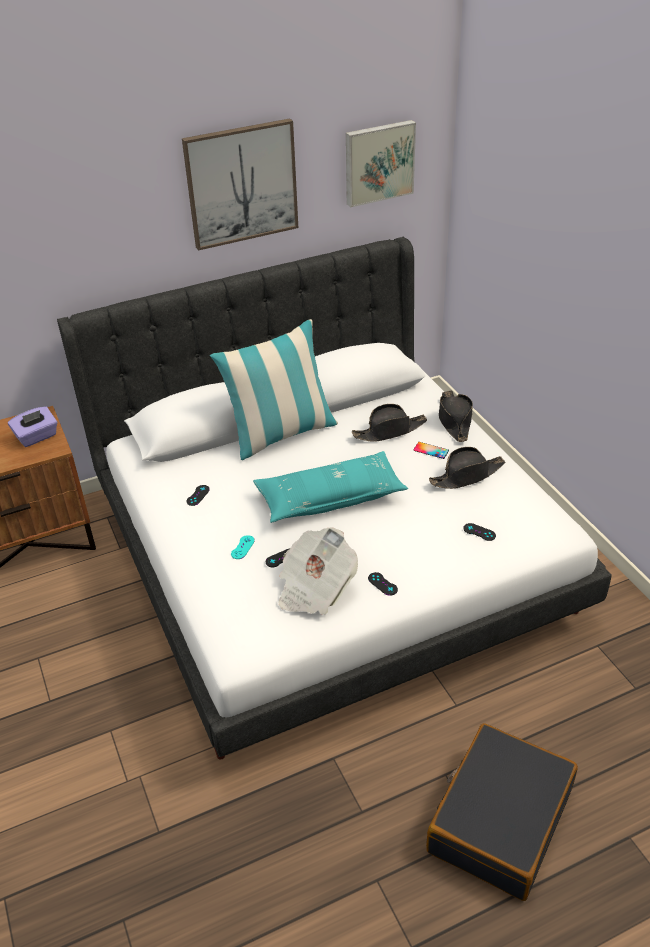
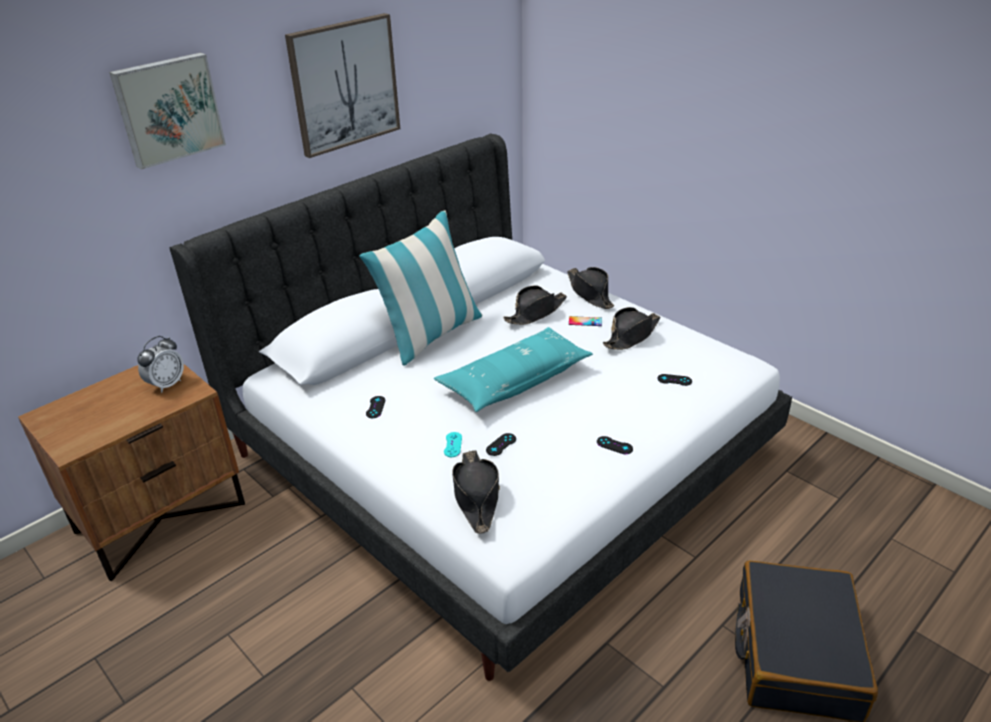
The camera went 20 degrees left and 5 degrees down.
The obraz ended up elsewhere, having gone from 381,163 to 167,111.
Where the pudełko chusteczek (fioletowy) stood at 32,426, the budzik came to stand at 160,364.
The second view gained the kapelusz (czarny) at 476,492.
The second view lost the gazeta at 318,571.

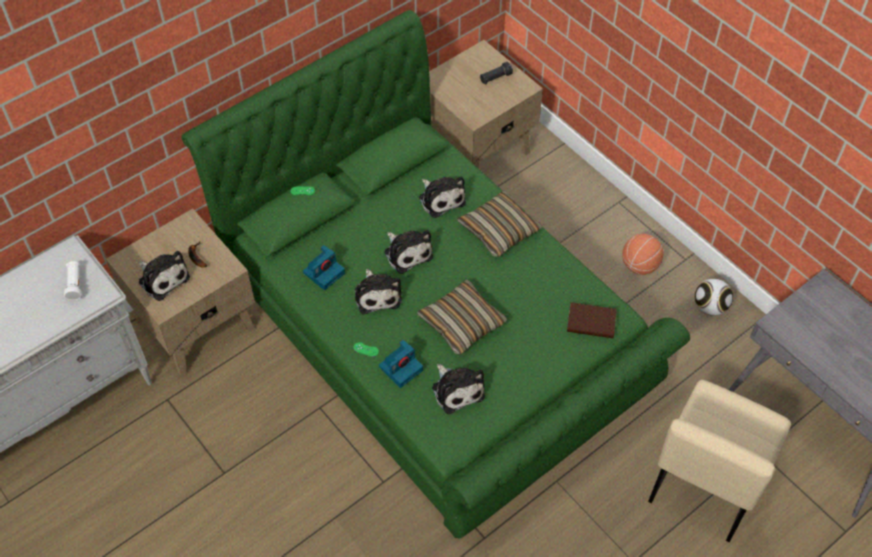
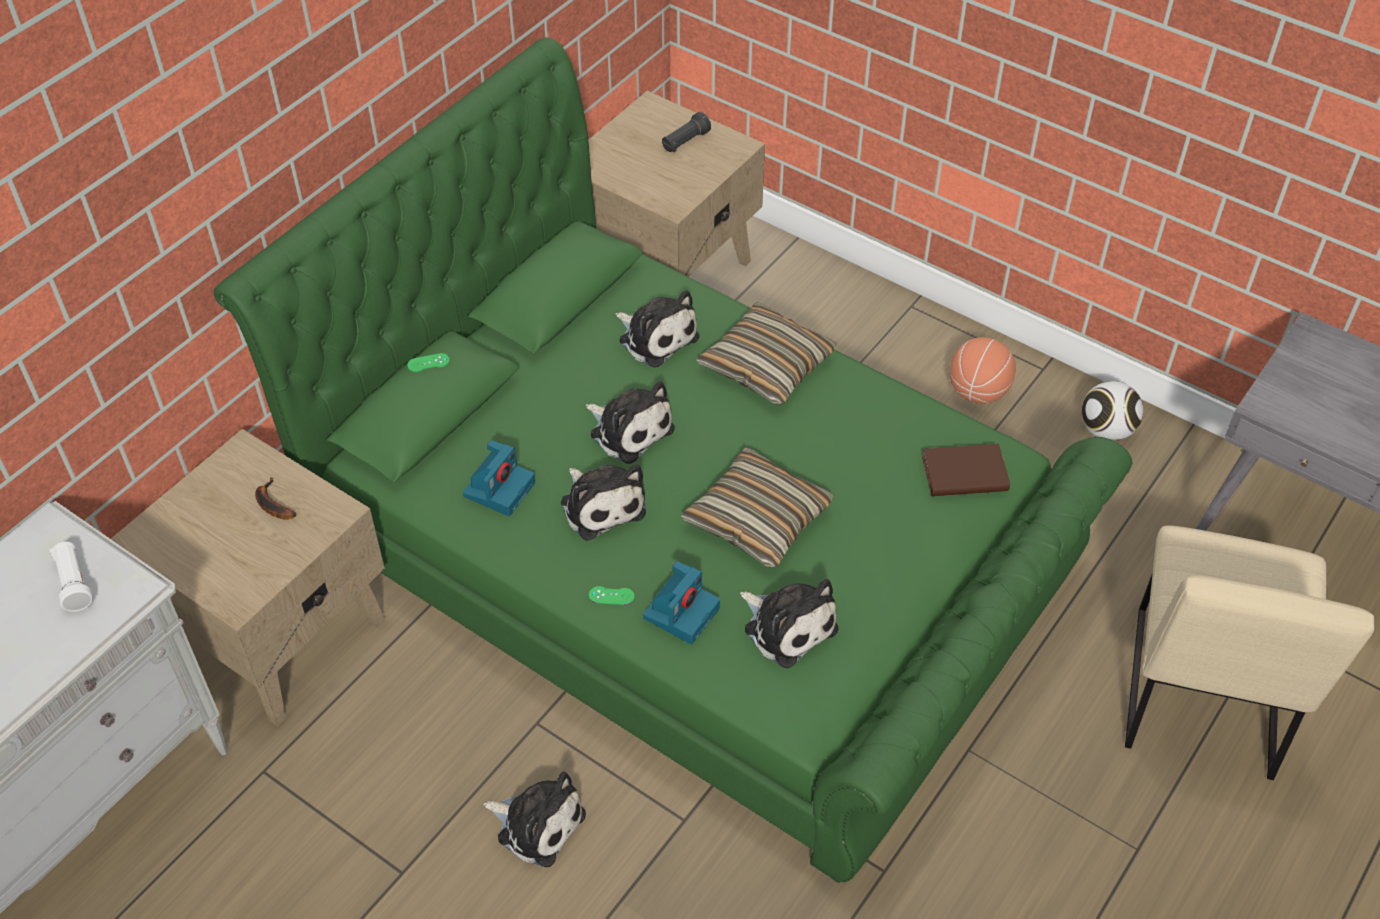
The camera went 15 degrees left and 5 degrees down.
The pluszak ended up elsewhere, having gone from 164,276 to 534,819.

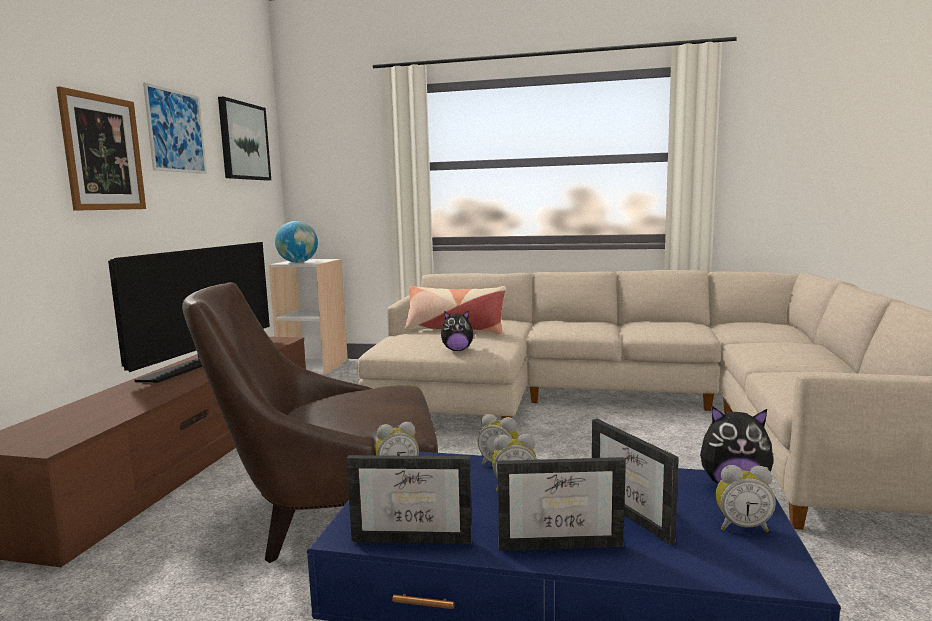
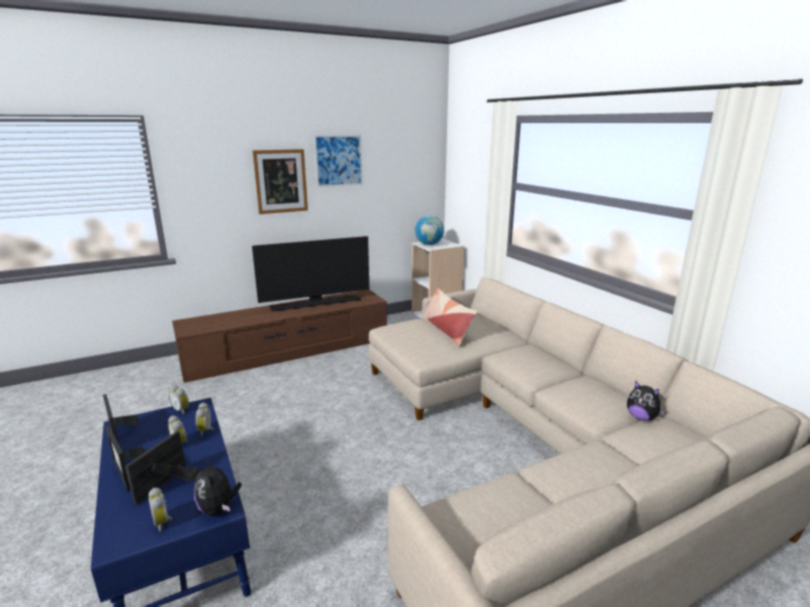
The camera went 50 degrees right and 10 degrees up.
The pluszak ended up elsewhere, having gone from 458,330 to 646,401.
The second view lost the fotel (brązowy) at 310,422.
The second view lost the obraz at 244,138.

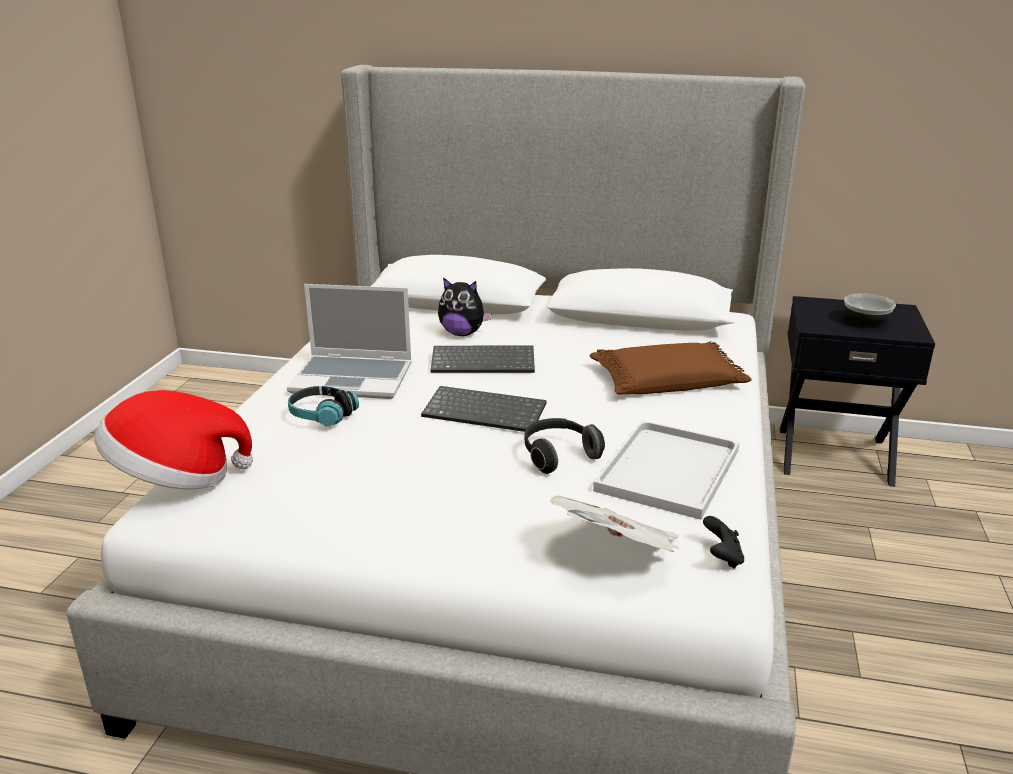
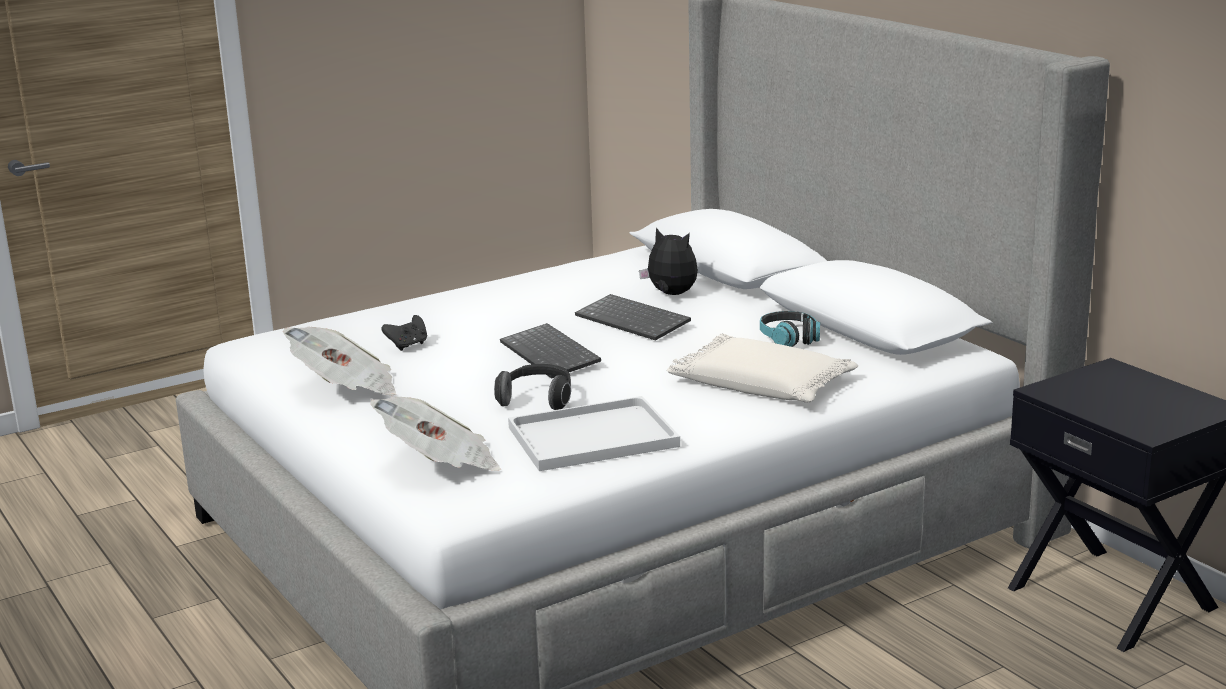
The camera went 45 degrees right and 5 degrees down.
The second view gained the gazeta at 339,361.
The pad do gier (czarny) ended up elsewhere, having gone from 723,542 to 404,333.
The pluszak at 464,306 ended up facing another way, 150 degrees clockwise from before.
What was the poduszka (brązowy) at 670,367 turned into the poduszka (biały) at 762,368.
The słuchawki ended up elsewhere, having gone from 323,406 to 790,329.
The second view lost the kapelusz at 174,439.
The second view lost the laptop at 349,341.
The second view lost the miska at 870,309.

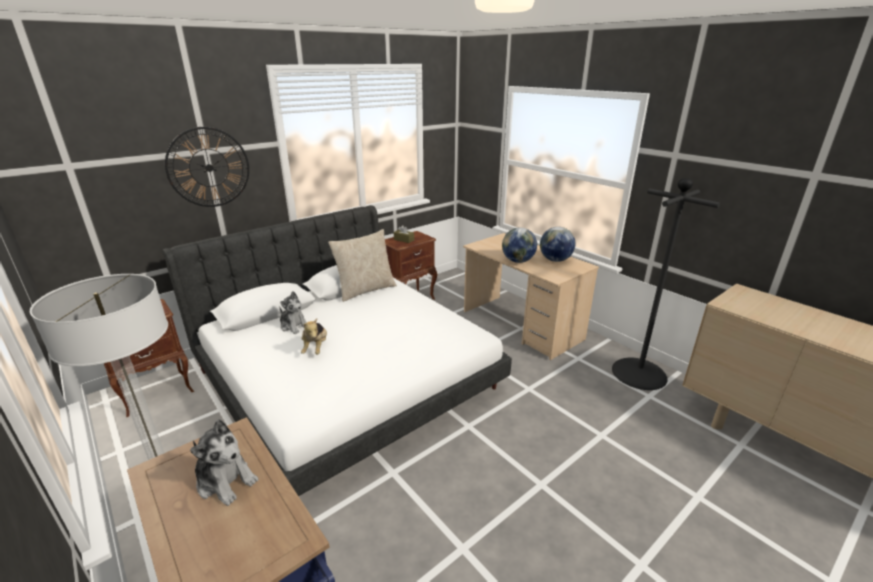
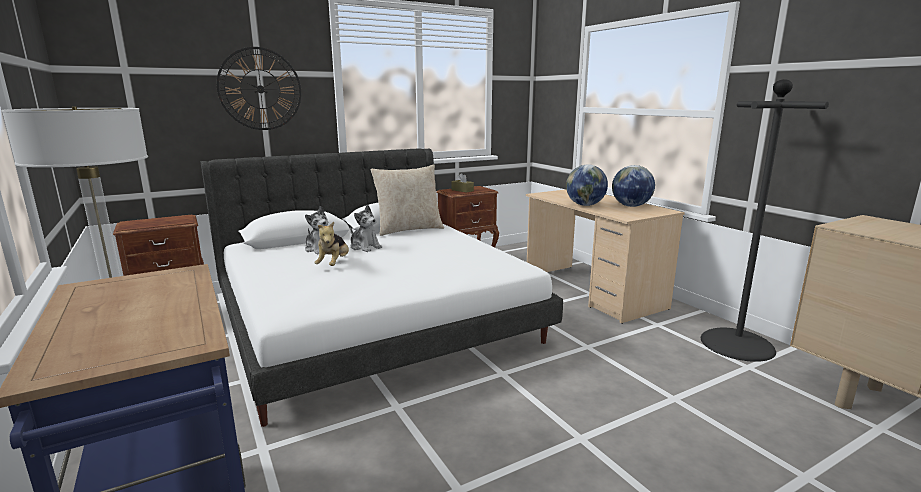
The camera went 10 degrees right and 10 degrees down.
The pluszak ended up elsewhere, having gone from 224,462 to 366,228.

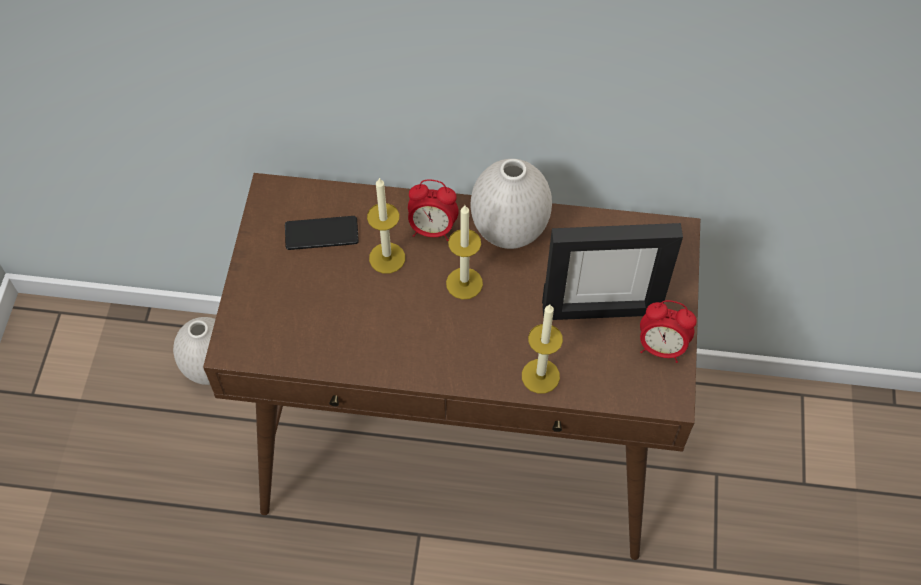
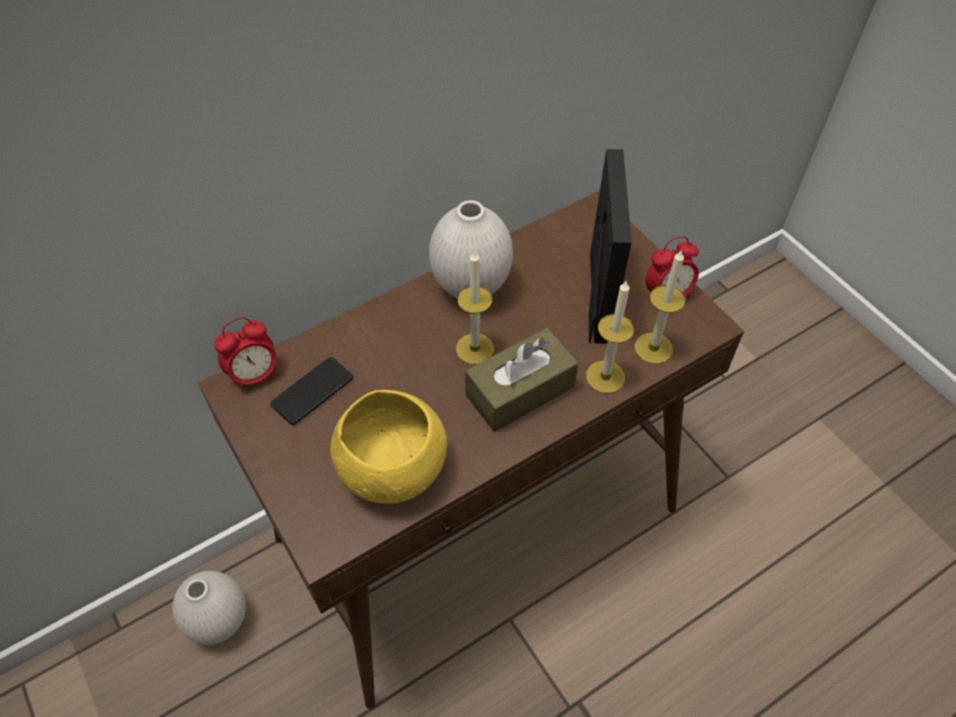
The camera went 40 degrees left and 5 degrees down.
The budzik ended up elsewhere, having gone from 433,210 to 246,355.
The second view gained the miska (żółty) at 388,447.
The second view gained the pudełko chusteczek (brązowy) at 522,380.
The ramka na zdjęcie at 612,271 ended up facing another way, 45 degrees counterclockwise from before.
The świeca ended up elsewhere, having gone from 386,225 to 659,306.

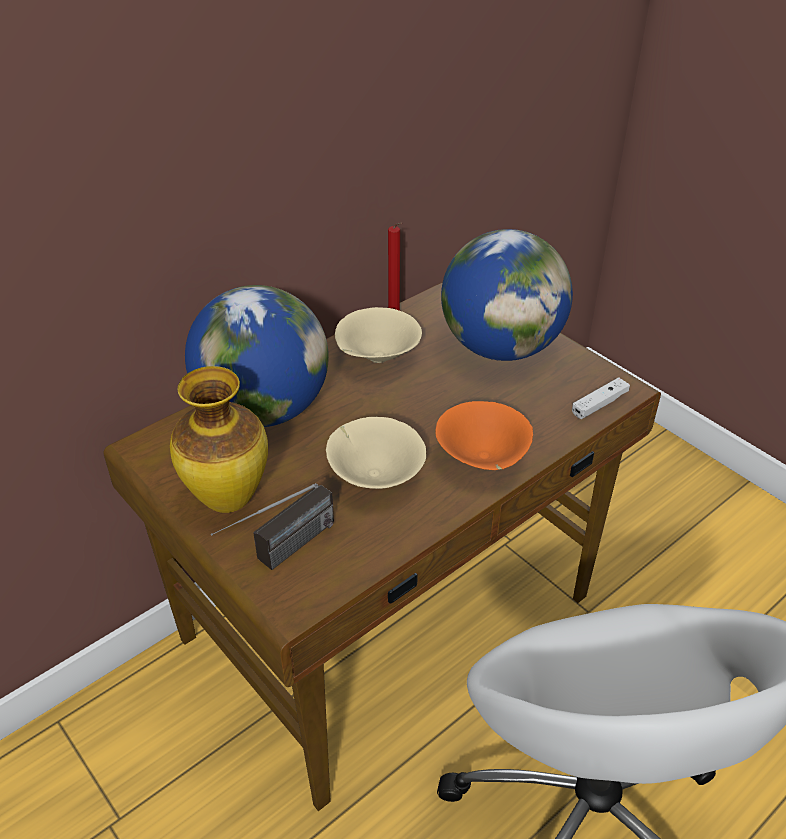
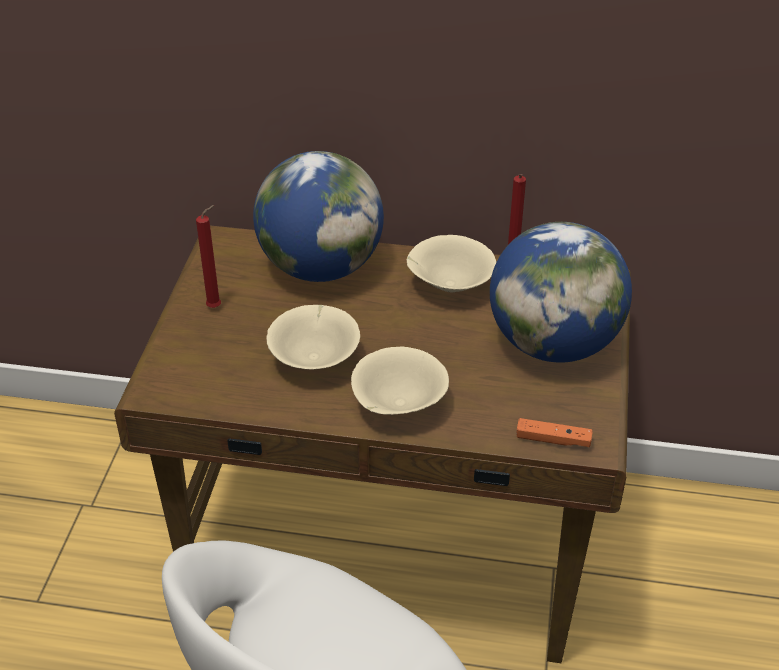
The camera went 50 degrees right and 0 degrees up.
Where the wazon stood at 219,439, the świeca (czerwony) came to stand at 208,256.
What was the miska (pomarańczowy) at 484,435 turned into the miska (beżowy) at 400,381.
What was the pad do gier (biały) at 601,398 turned into the pad do gier (pomarańczowy) at 555,432.
The second view lost the radio at 272,526.

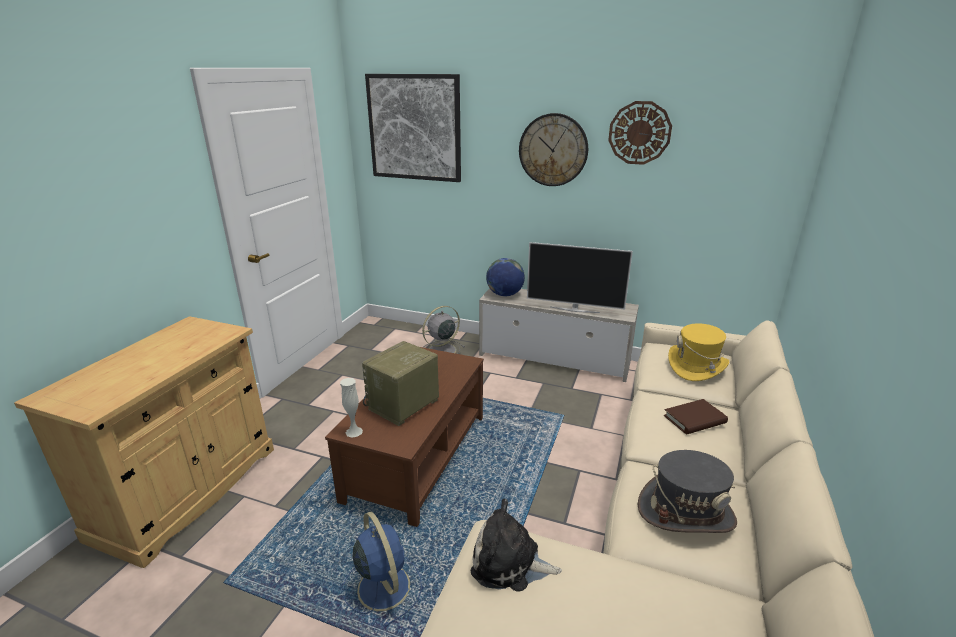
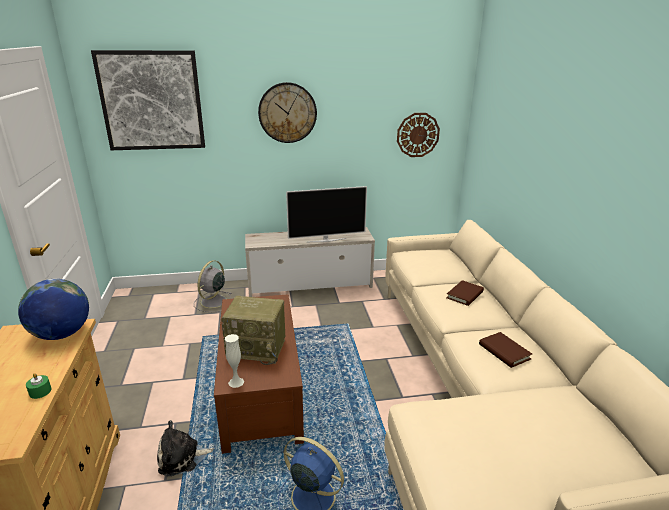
The camera went 30 degrees left and 0 degrees up.
The globus ended up elsewhere, having gone from 505,277 to 53,309.
The second view gained the świeca (zielony) at 39,386.
The pluszak ended up elsewhere, having gone from 516,545 to 185,448.
The radio at 400,383 ended up facing another way, 90 degrees counterclockwise from before.
The zegar ścienny ended up elsewhere, having gone from 640,133 to 418,135.
Where the kapelusz (szary) stood at 687,491, the książka (brązowy) came to stand at 505,350.
The second view lost the kapelusz (żółty) at 699,352.

